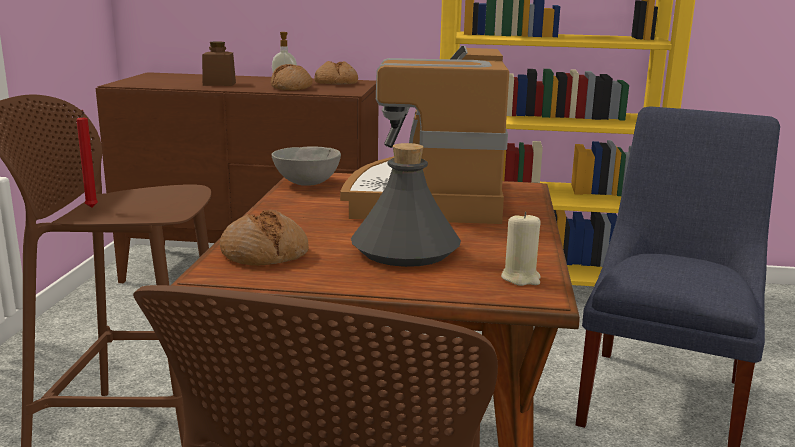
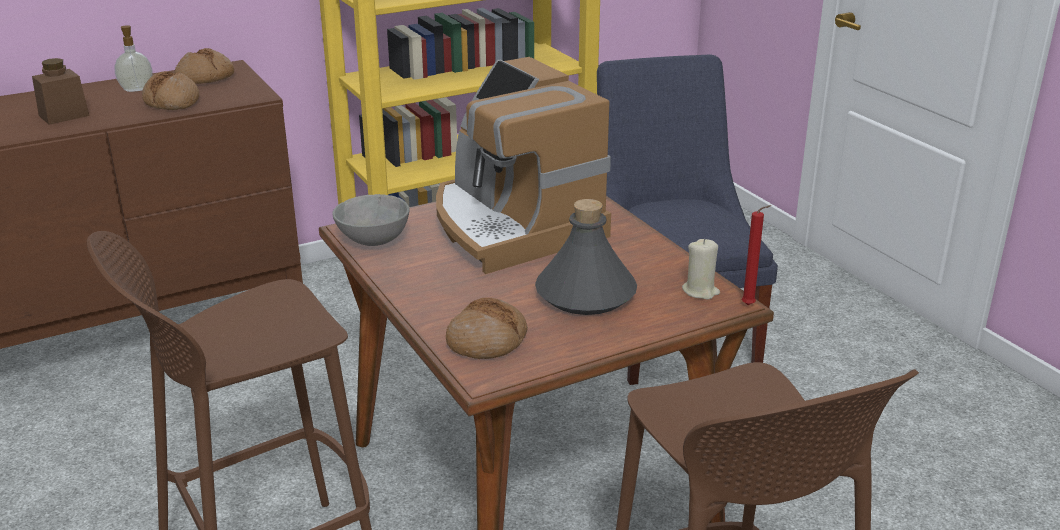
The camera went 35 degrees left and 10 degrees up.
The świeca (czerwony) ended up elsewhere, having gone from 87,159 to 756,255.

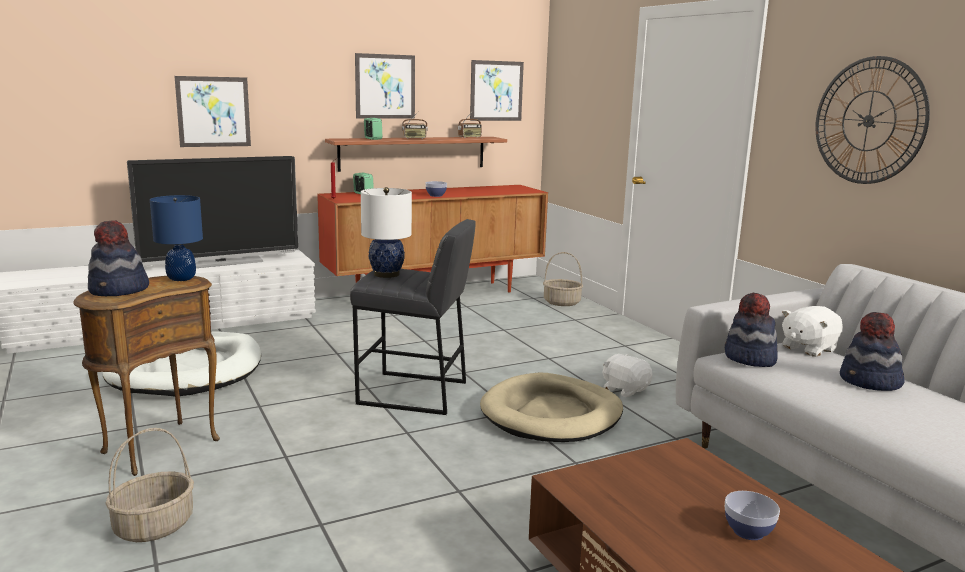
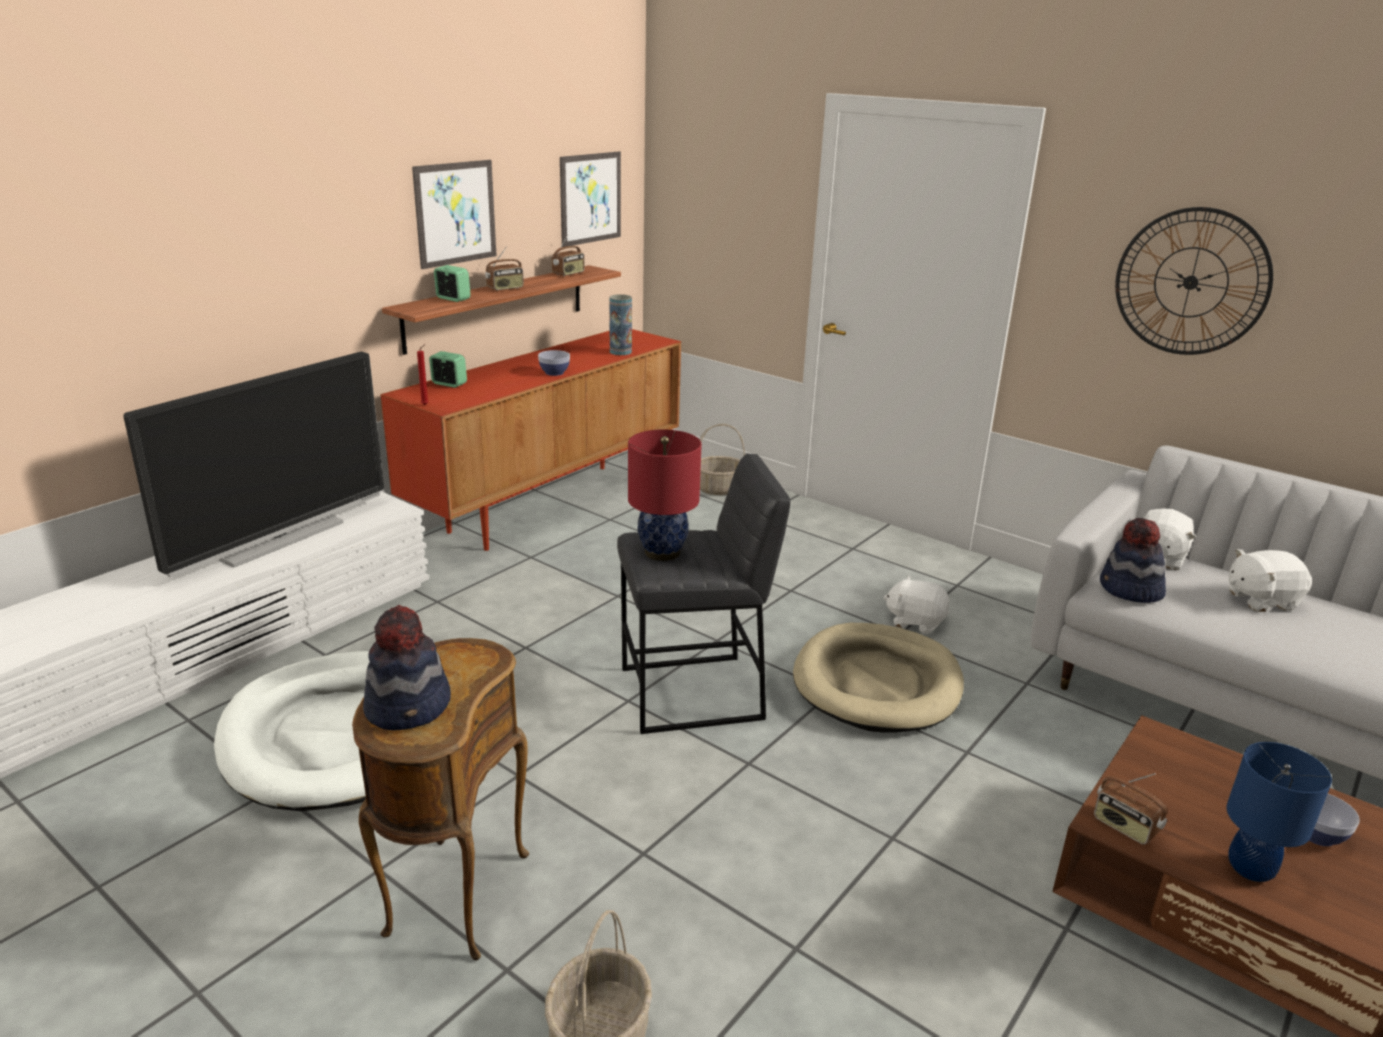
The camera went 25 degrees left and 10 degrees up.
The second view gained the wazon at 620,324.
What was the lampa stołowa (biały) at 386,232 turned into the lampa stołowa (czerwony) at 665,495.
The second view gained the radio at 1130,809.
The lampa stołowa (niebieski) ended up elsewhere, having gone from 176,238 to 1279,812.
Where the kapelusz stood at 872,351, the pluszak (biały) came to stand at 1270,580.
The second view lost the obraz at 213,111.

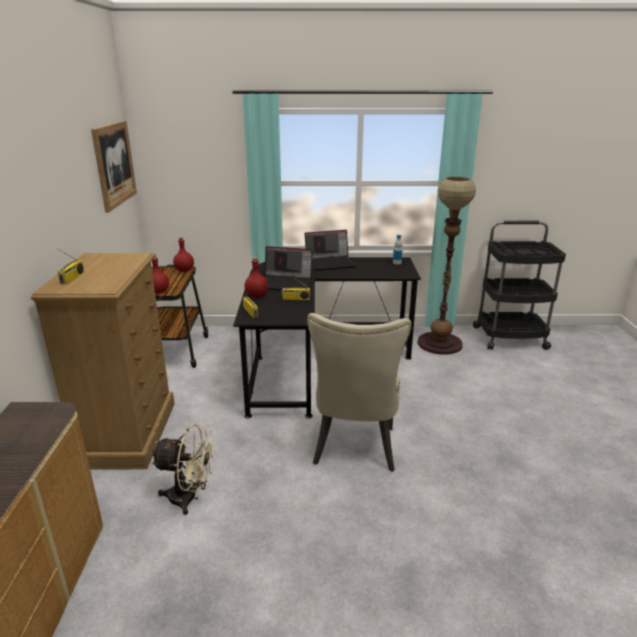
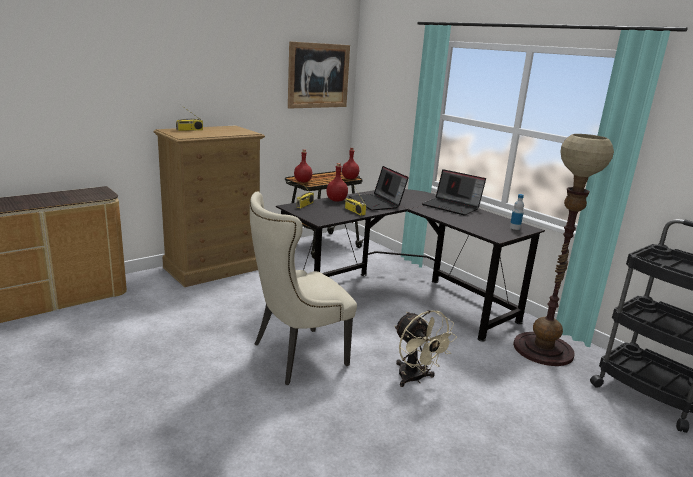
The camera went 50 degrees right and 5 degrees down.
The wentylator (beżowy) ended up elsewhere, having gone from 183,469 to 425,348.

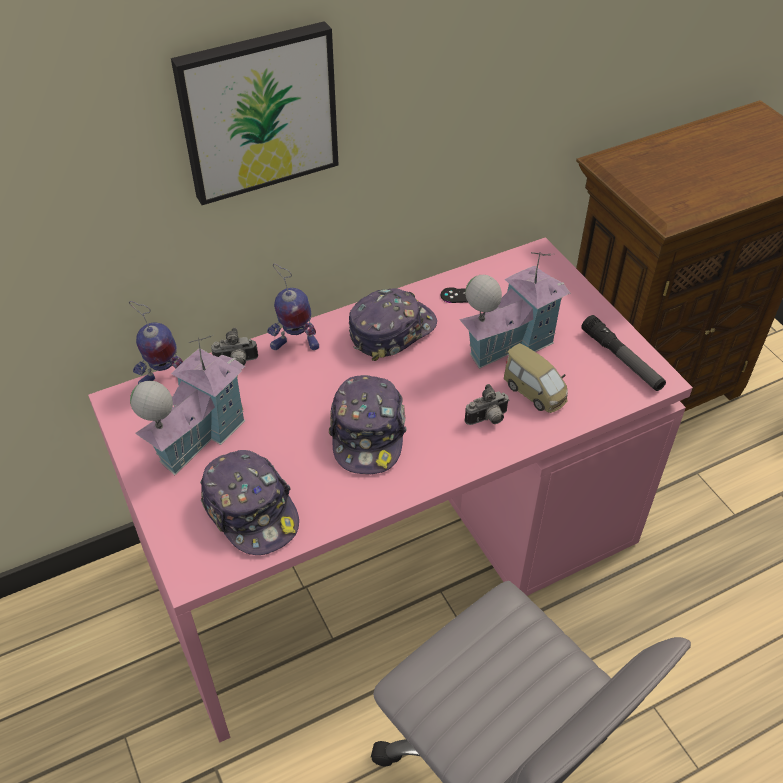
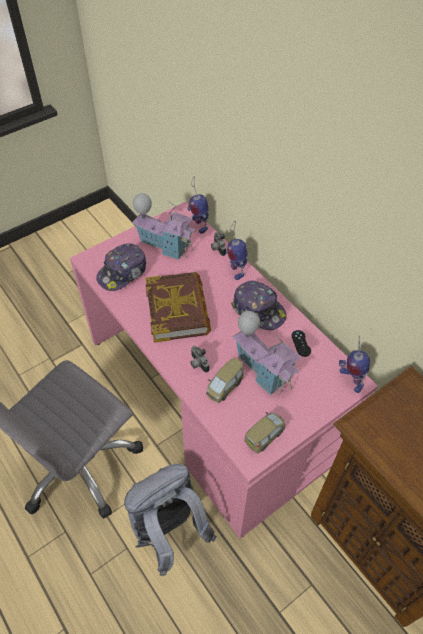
The camera went 80 degrees right and 5 degrees up.
The second view gained the plecak (szary) at 170,520.
Where the czapka z daszkiem stood at 368,424, the książka came to stand at 178,307.
Where the latarka stood at 623,353, the samochodzik came to stand at 264,433.
The second view gained the robot zabawkowy at 354,364.
The second view lost the obraz at 255,113.

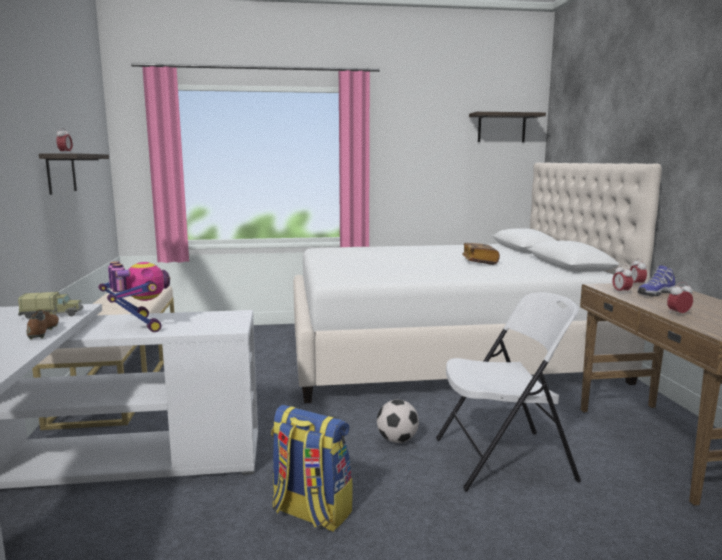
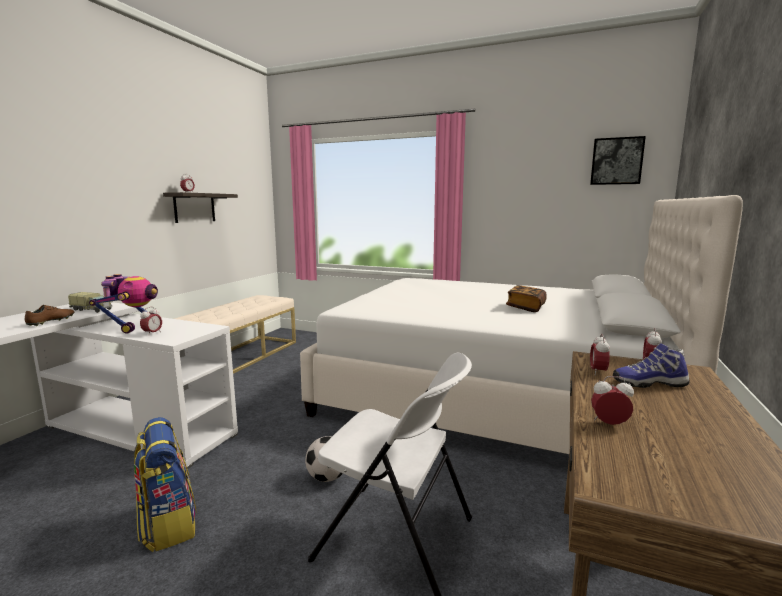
The camera went 30 degrees right and 0 degrees up.
The second view gained the budzik at 151,320.
Where the półka hung at 507,127, the obraz came to hang at 618,160.

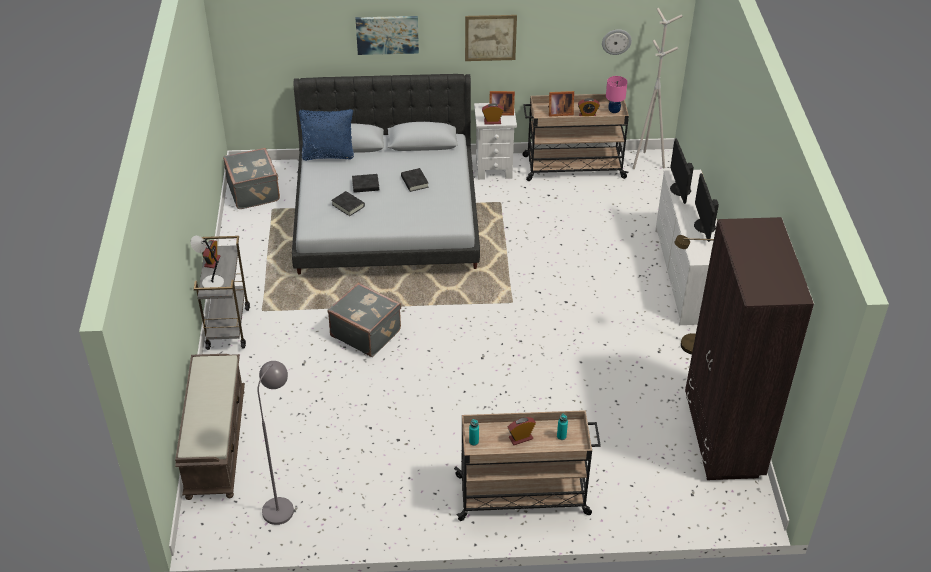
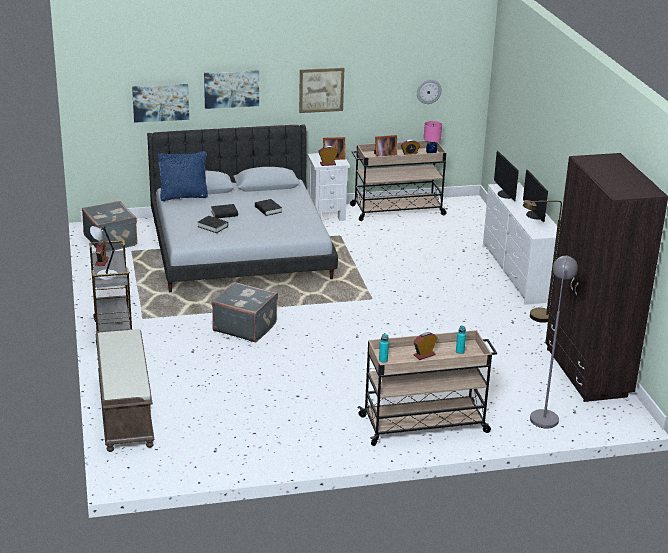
The camera went 10 degrees left and 15 degrees down.
The second view gained the obraz at 160,103.
The lampa stojąca (szary) ended up elsewhere, having gone from 275,443 to 554,341.
The second view lost the wieszak (szary) at 657,88.

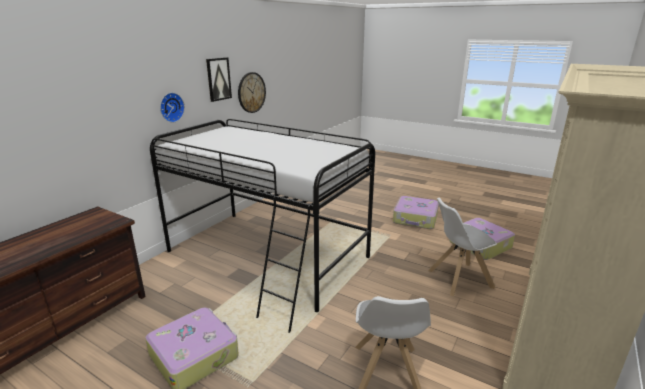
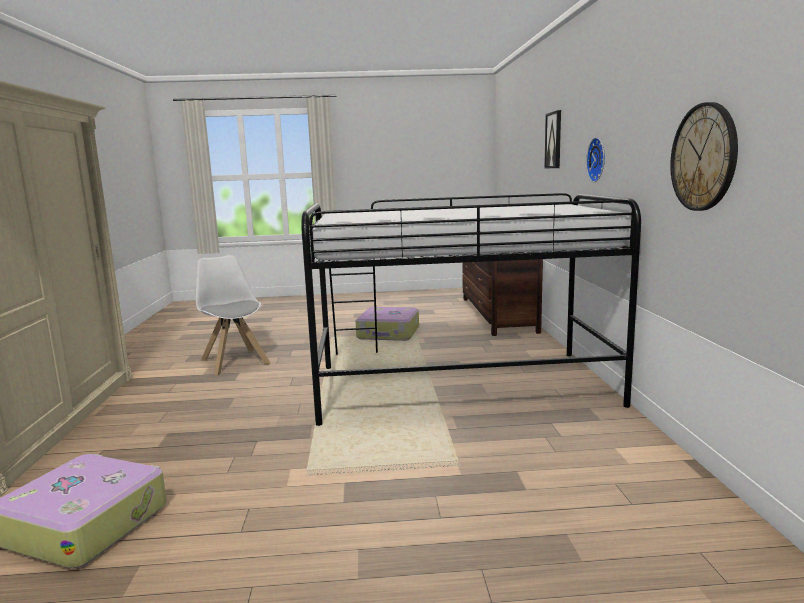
The camera went 145 degrees right and 10 degrees down.
The obraz ended up elsewhere, having gone from 219,79 to 552,139.
The second view lost the walizka at 416,212.
The second view lost the krzesło at 462,247.

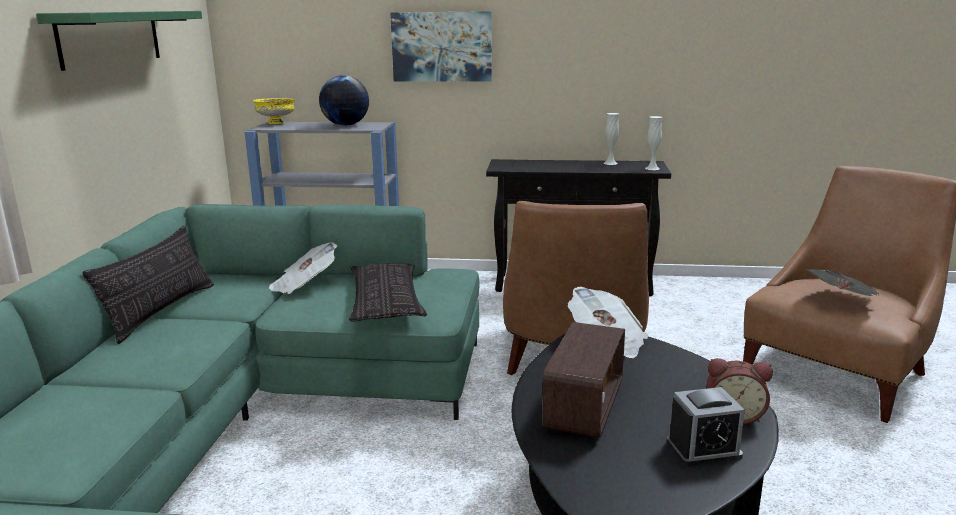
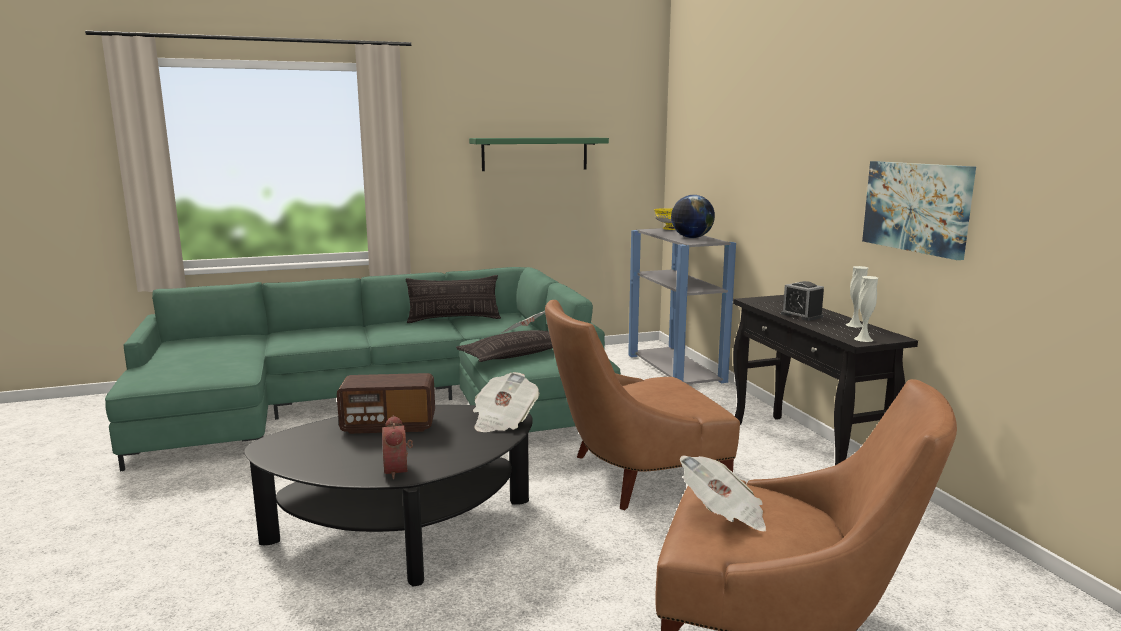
The camera went 65 degrees right and 5 degrees down.
The budzik ended up elsewhere, having gone from 706,426 to 802,301.
The obraz ended up elsewhere, having gone from 441,46 to 919,210.

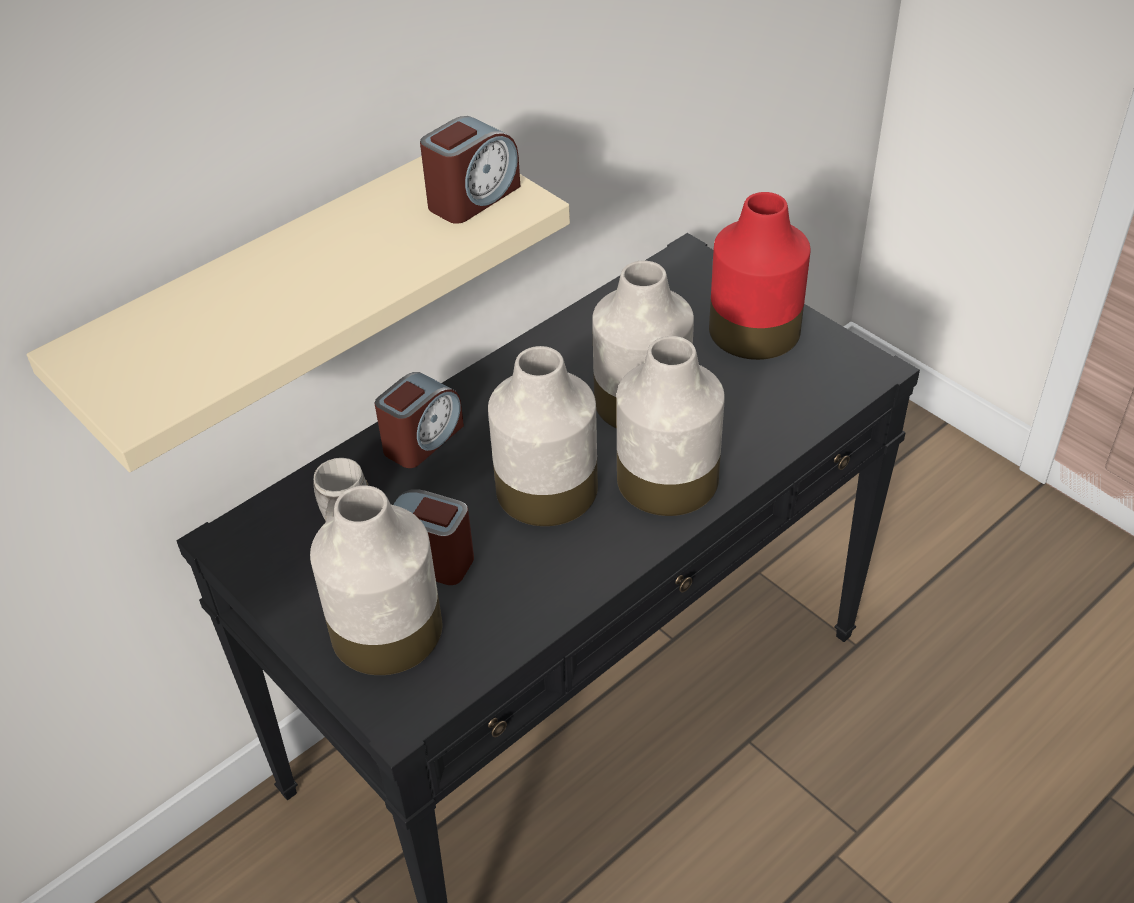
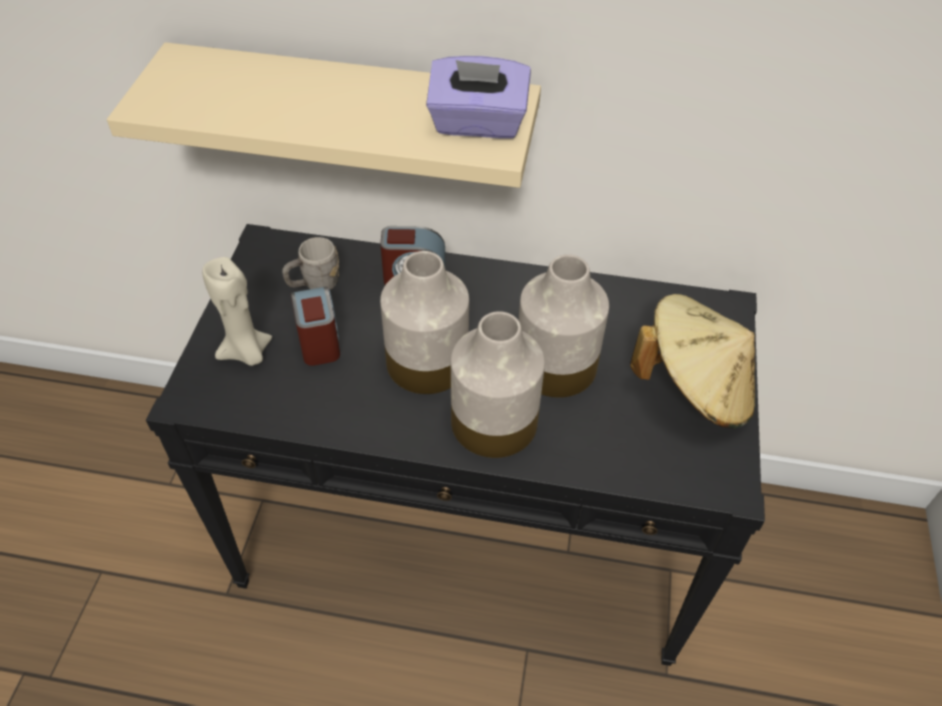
The camera went 50 degrees right and 5 degrees up.
Where the wazon (beżowy) stood at 376,580, the świeca (beżowy) came to stand at 237,311.
Where the budzik stood at 470,170, the pudełko chusteczek (fioletowy) came to stand at 478,97.
Where the wazon (czerwony) stood at 760,276, the kapelusz (beżowy) came to stand at 692,361.

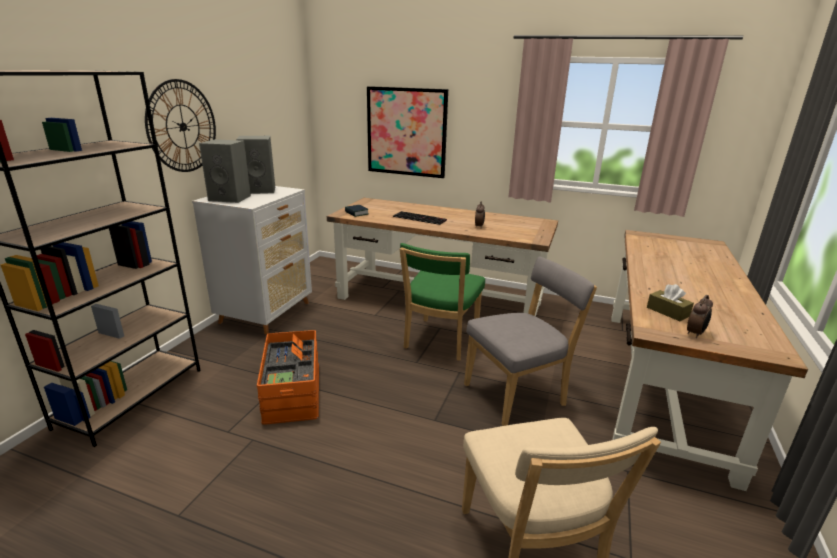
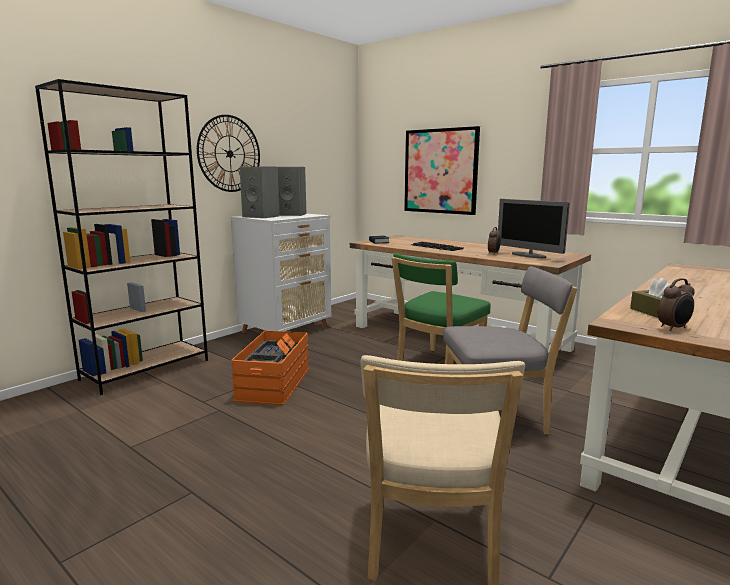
The camera went 20 degrees right and 10 degrees down.
The second view gained the monitor at 534,228.

